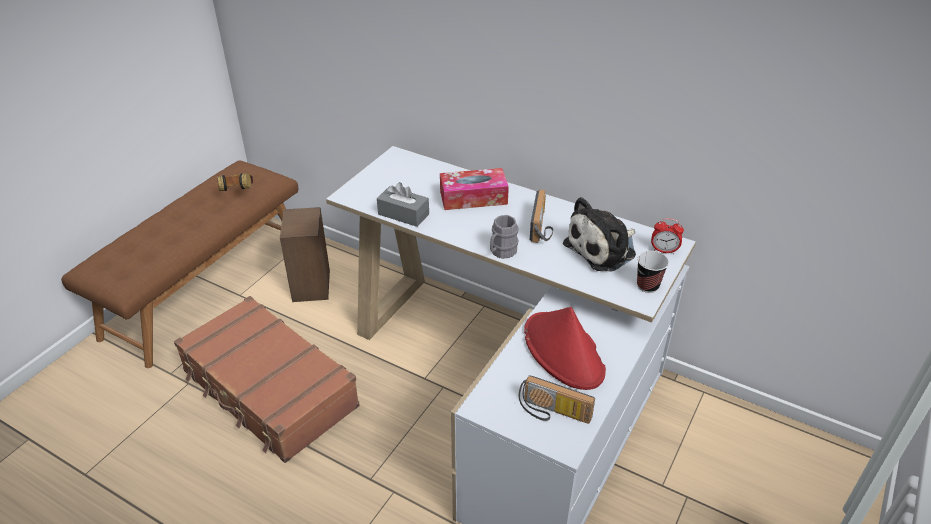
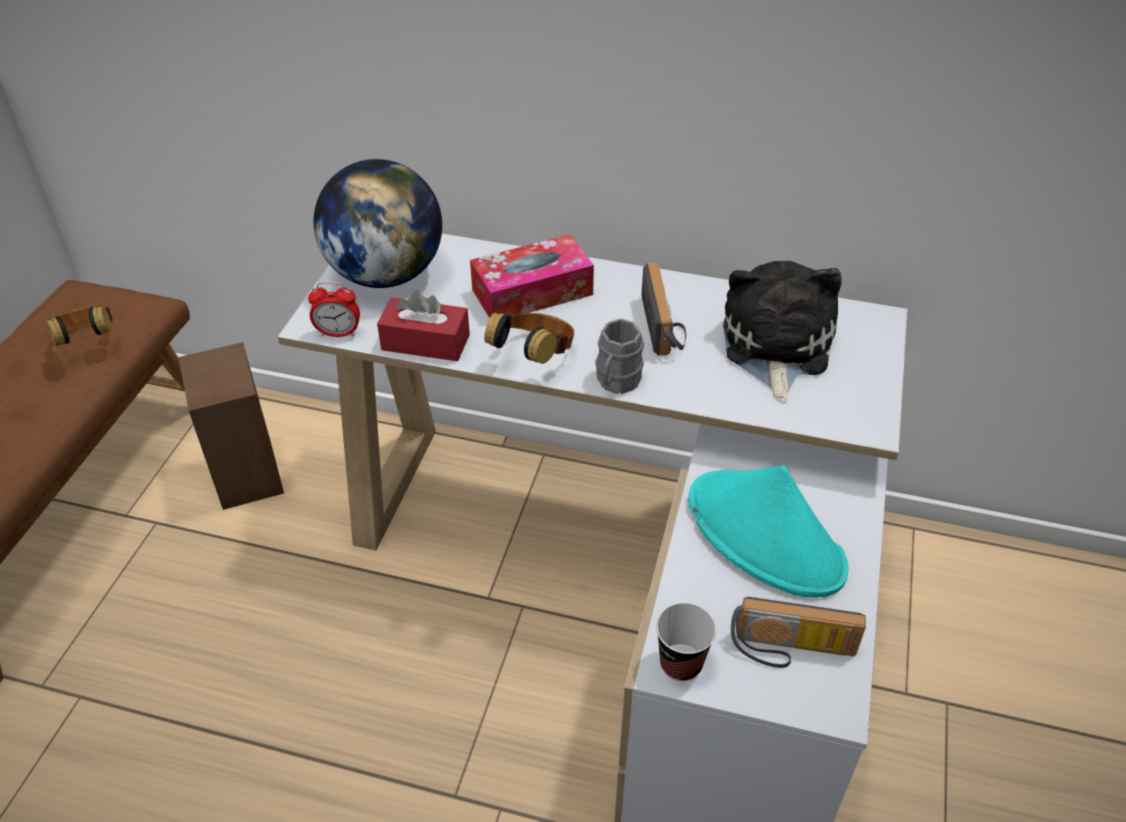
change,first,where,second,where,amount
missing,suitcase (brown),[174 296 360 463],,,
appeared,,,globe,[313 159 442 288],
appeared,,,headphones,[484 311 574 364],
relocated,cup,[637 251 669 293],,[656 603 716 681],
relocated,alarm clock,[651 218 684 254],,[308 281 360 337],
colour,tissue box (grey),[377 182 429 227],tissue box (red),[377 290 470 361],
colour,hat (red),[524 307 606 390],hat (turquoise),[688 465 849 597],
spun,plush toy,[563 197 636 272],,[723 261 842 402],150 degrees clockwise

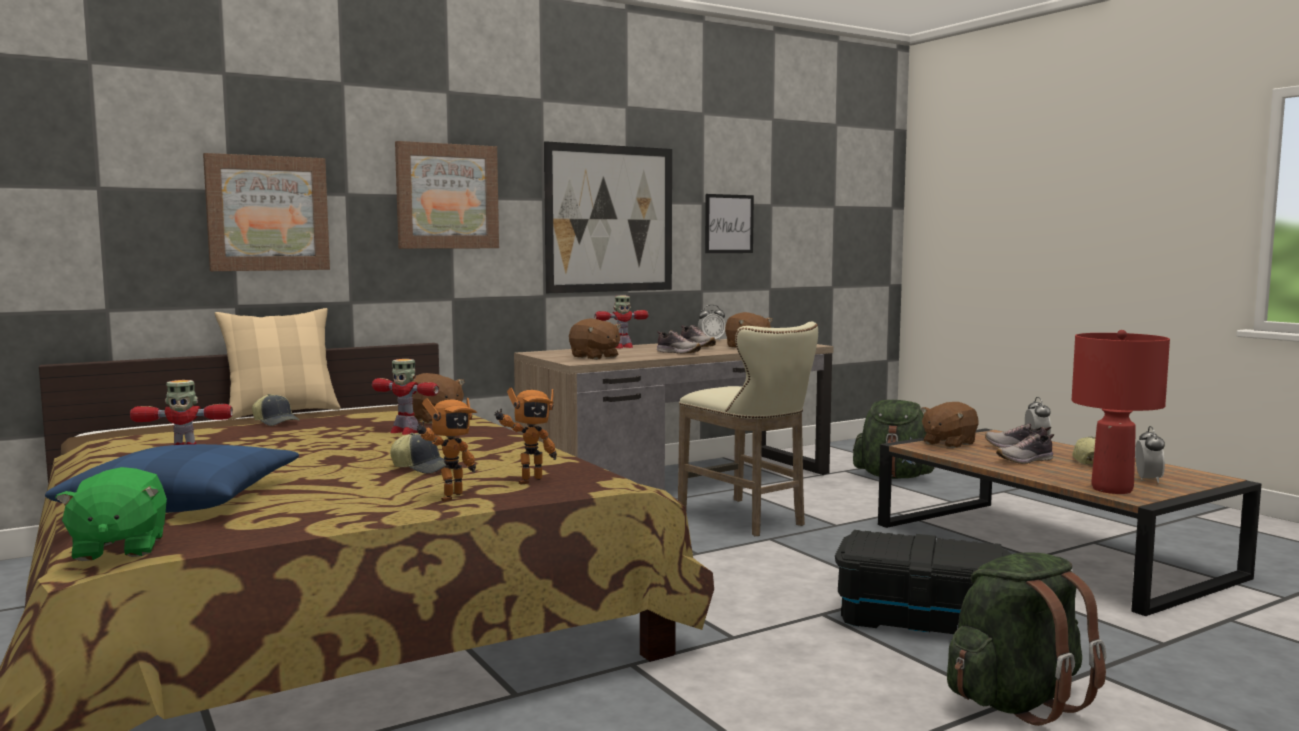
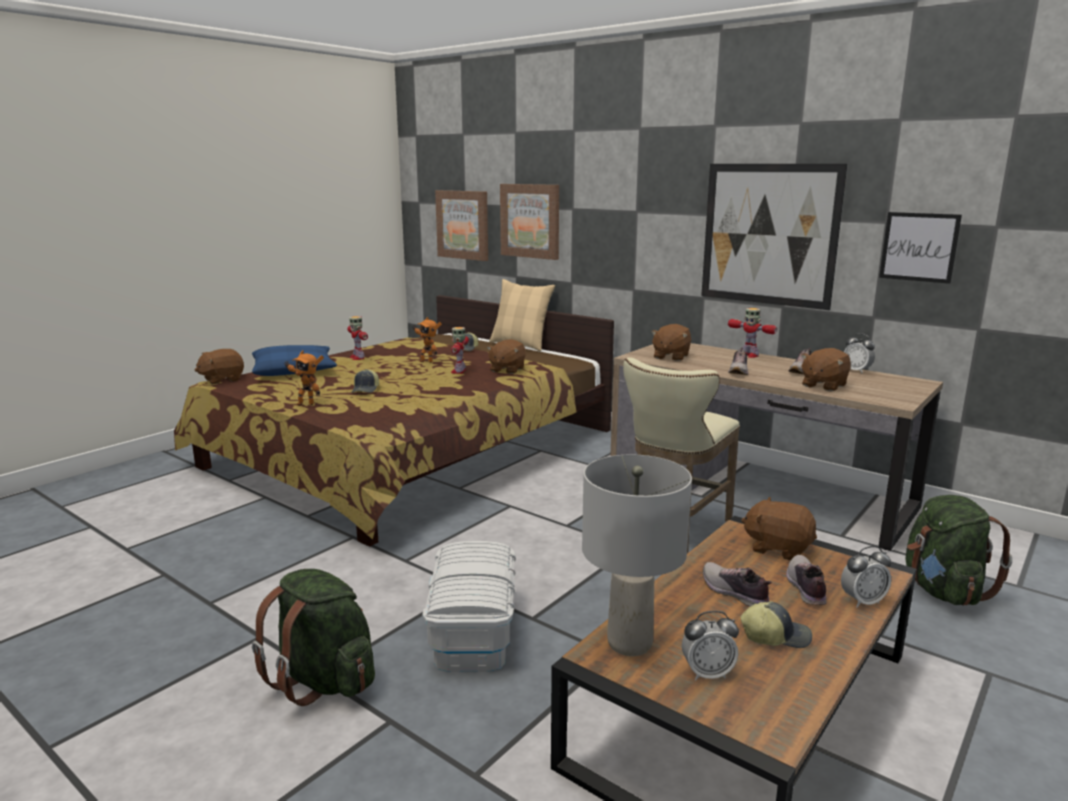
change,first,where,second,where,amount
relocated,picture,[395 141 499 249],,[435 190 488 261],
relocated,toy robot,[494 388 557 485],,[412 317 442 363],
colour,plush toy (green),[55 467 167 561],plush toy (brown),[194 349 244 385],
colour,storage box (black),[835 530 1011 634],storage box (white),[422 541 516 672],
colour,table lamp (red),[1072 330 1170 494],table lamp (grey),[582 455 692 656],

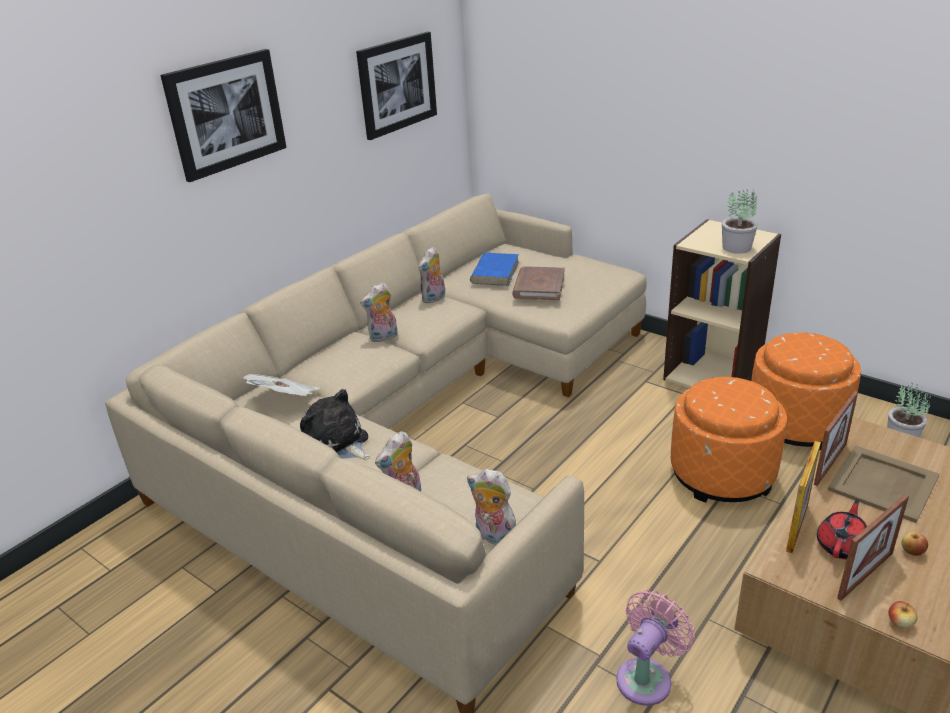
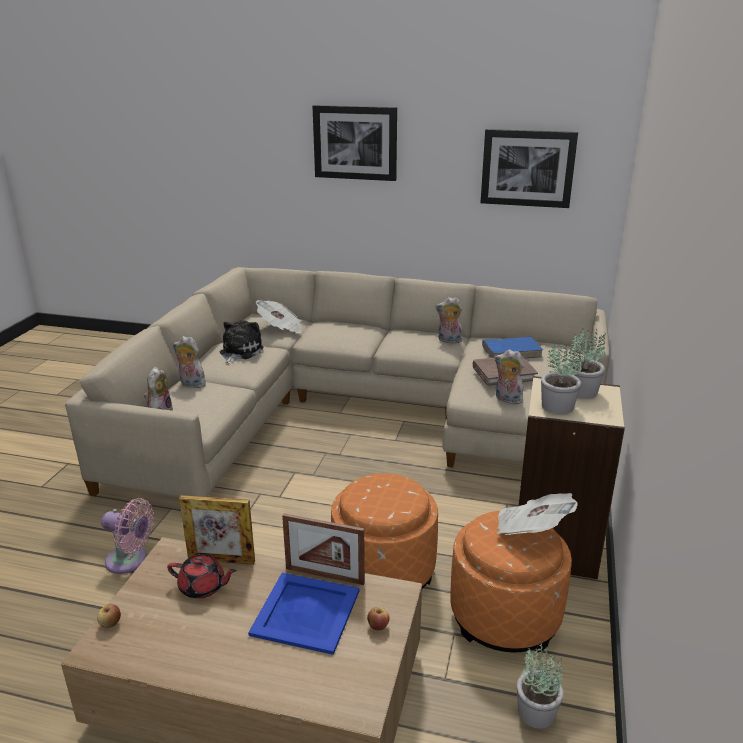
change,first,where,second,where,amount
missing,picture frame,[837 494 909 601],,,
appeared,,,newspaper,[496 493 578 535],
appeared,,,potted plant,[566 328 606 399],
relocated,plush toy,[360 283 398 343],,[494 349 524 404],
relocated,apple,[902 532 928 556],,[367 607 390 630],
colour,tray (beige),[828 445 939 523],tray (blue),[248 573 360 655],

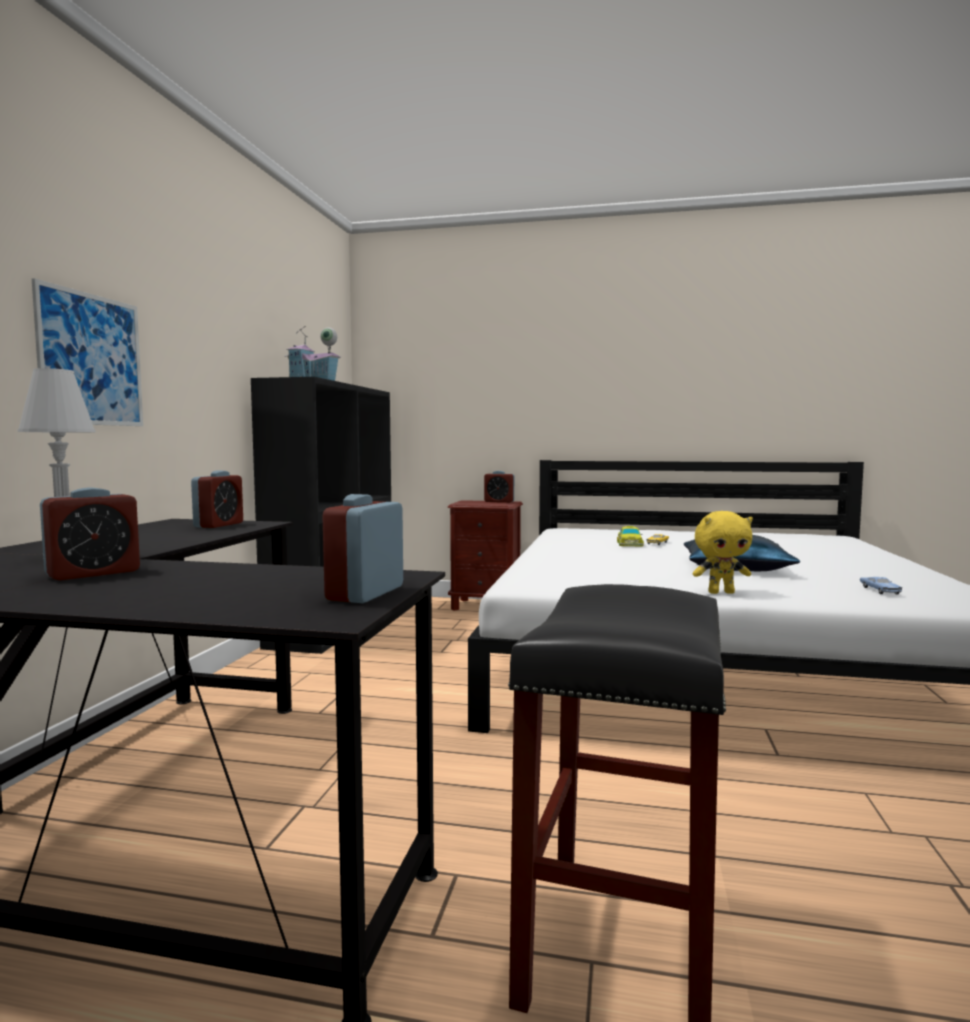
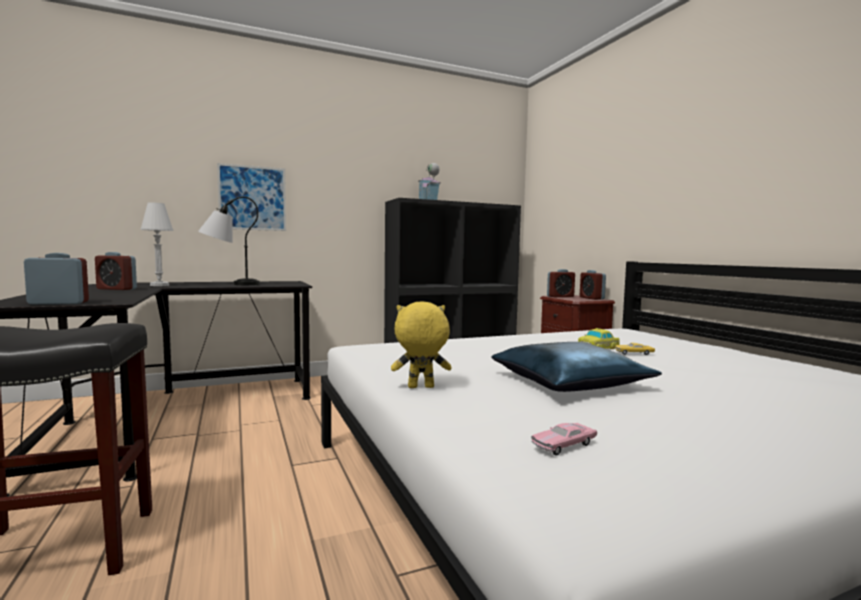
change,first,where,second,where,amount
appeared,,,table lamp,[198 196 260 285],
relocated,alarm clock,[191 471 243 528],,[547 269 575 297],
colour,toy car (blue),[860 577 902 595],toy car (pink),[531 423 597 456],
spun,plush toy (yellow),[692 511 753 594],,[391 301 452 388],120 degrees clockwise

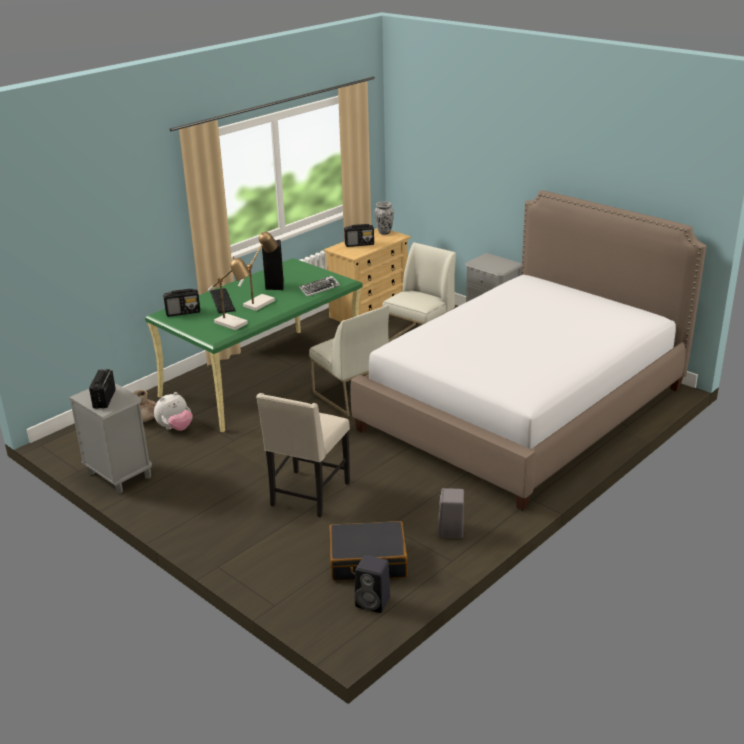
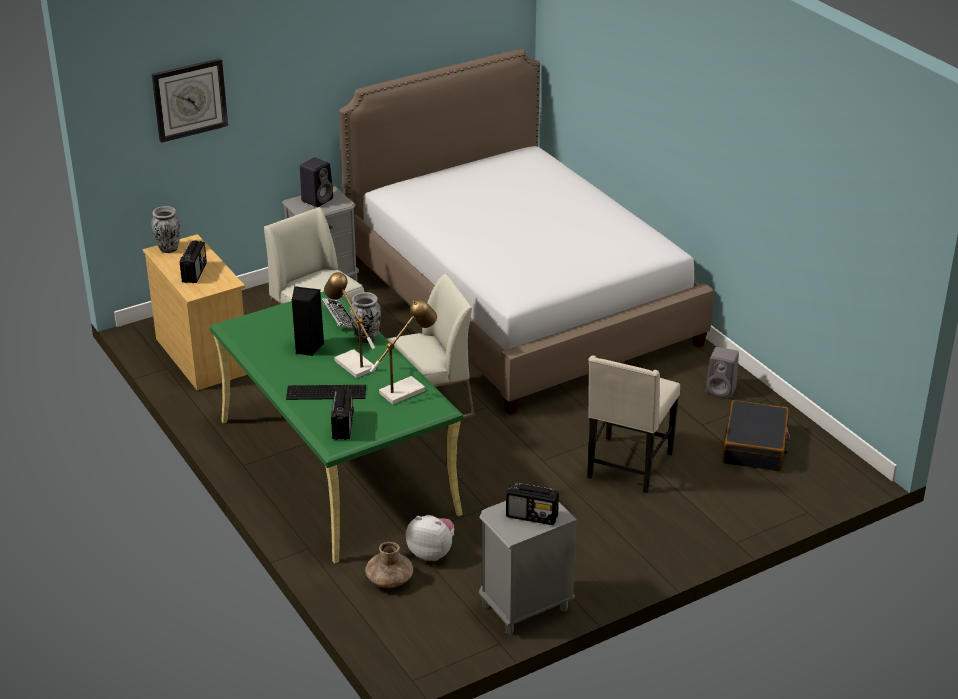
change,first,where,second,where,amount
appeared,,,wall clock,[152 58 228 143],
appeared,,,vase,[350 292 381 343],
relocated,speaker (black),[355 555 390 613],,[300 157 333 207],
spun,plush toy,[154 392 192 431],,[406 515 454 561],45 degrees counterclockwise
spun,chair (beige),[256 393 350 517],,[587 355 680 493],75 degrees clockwise

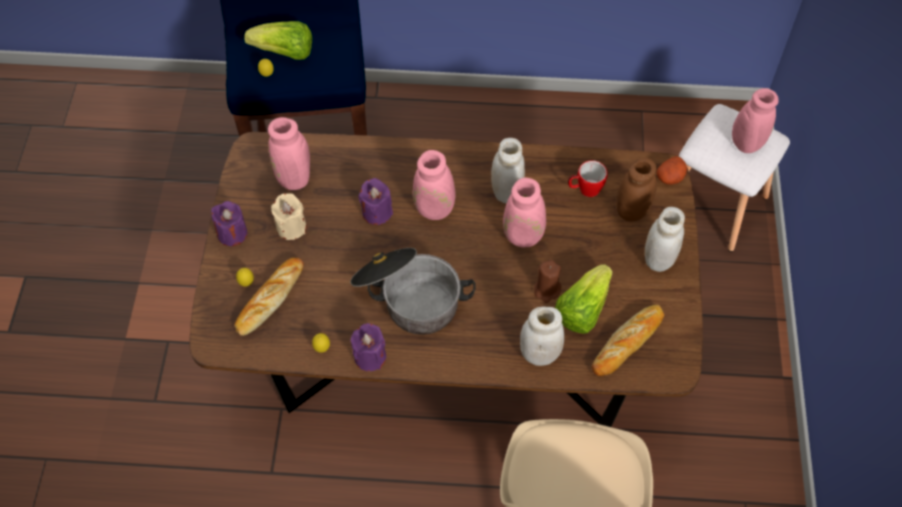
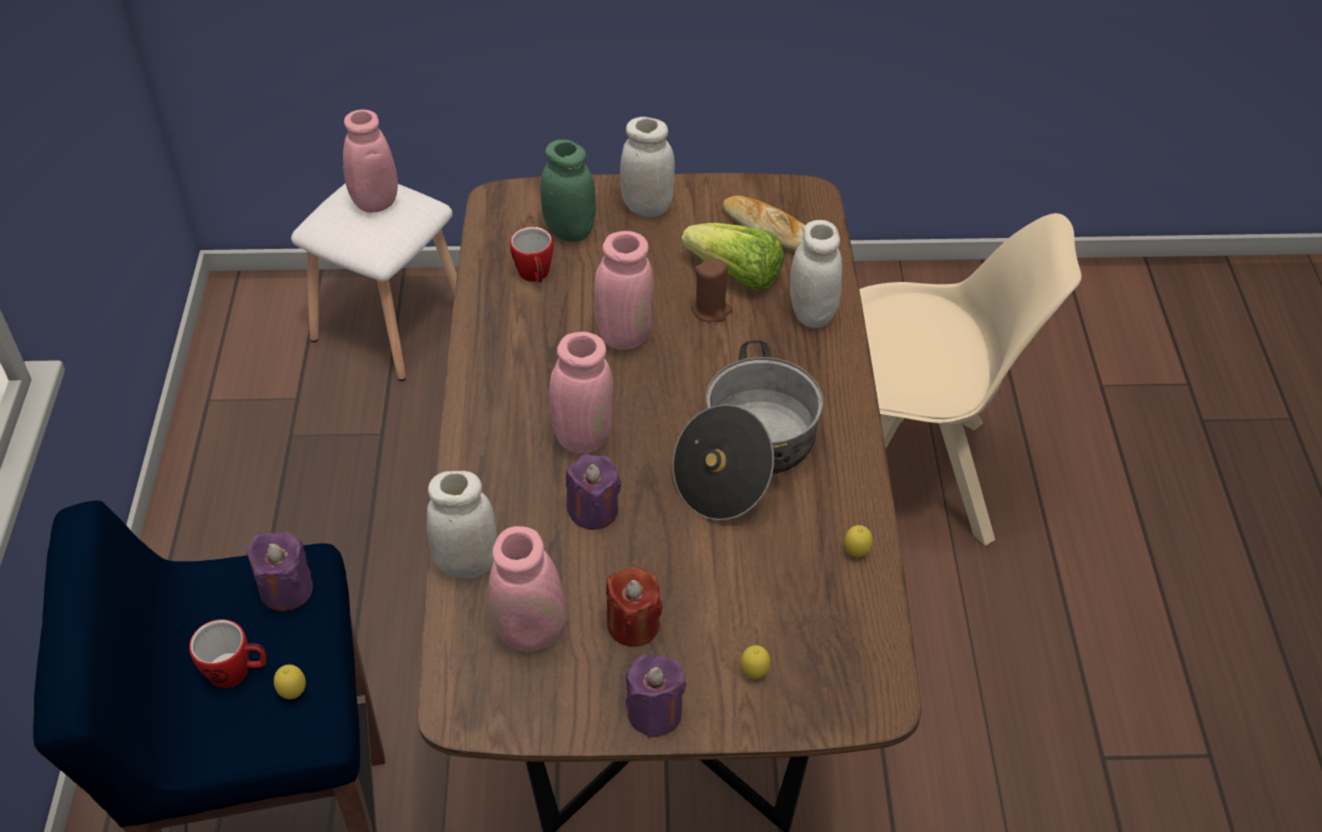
change,first,where,second,where,amount
missing,bread,[234 258 304 336],,,
missing,potato,[657 156 687 185],,,
relocated,candle (purple),[350 323 386 371],,[246 532 313 611],
relocated,jar (white),[491 138 525 203],,[427 471 497 579],
exchanged,lettuce,[244 21 312 60],mug,[189 619 267 688],
colour,candle (beige),[271 193 306 240],candle (red),[606 567 663 647],
colour,jar (brown),[616 158 657 222],jar (green),[540 139 596 242],

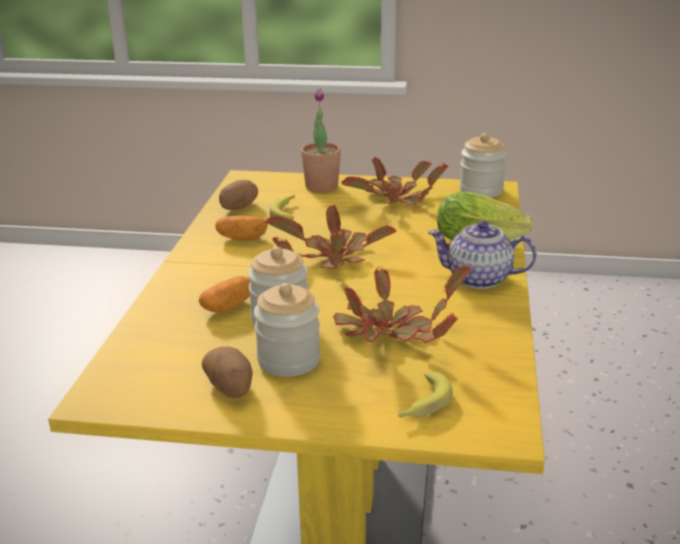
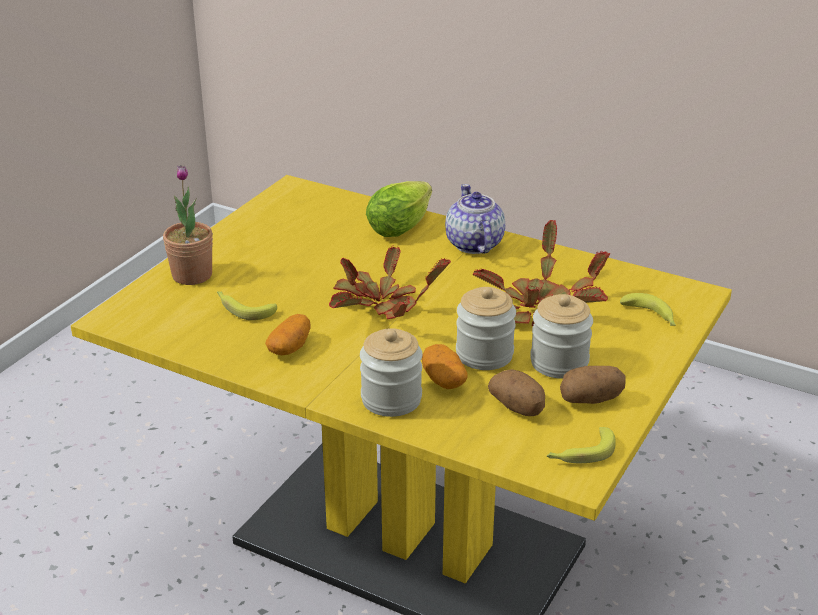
change,first,where,second,where,amount
missing,potted plant,[341 157 448 206],,,
appeared,,,banana,[547 427 616 463],
relocated,potato,[219 180 258 210],,[488 369 545 416],
relocated,jar,[459 133 506 198],,[360 328 422 417],
spun,teapot,[428 221 536 289],,[445 184 505 254],135 degrees clockwise

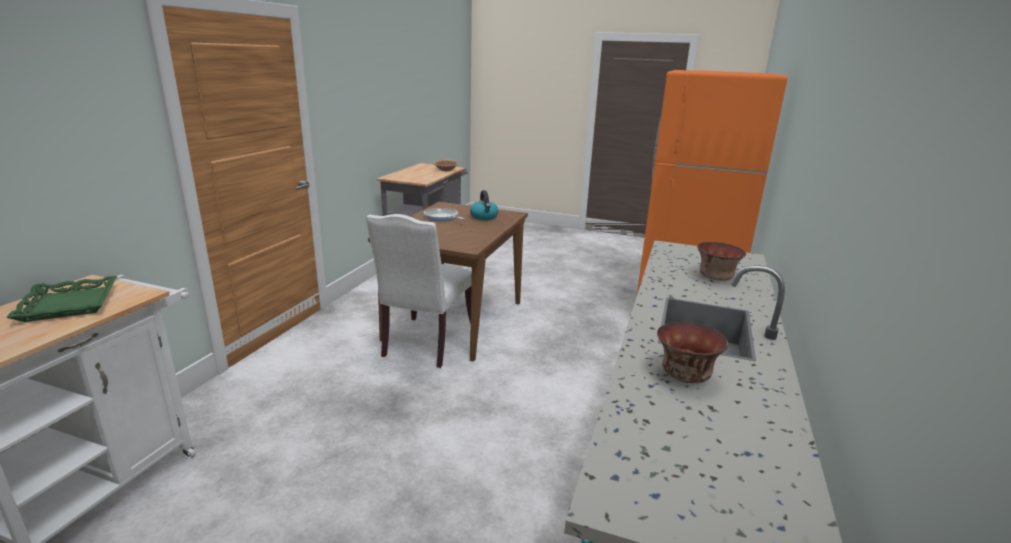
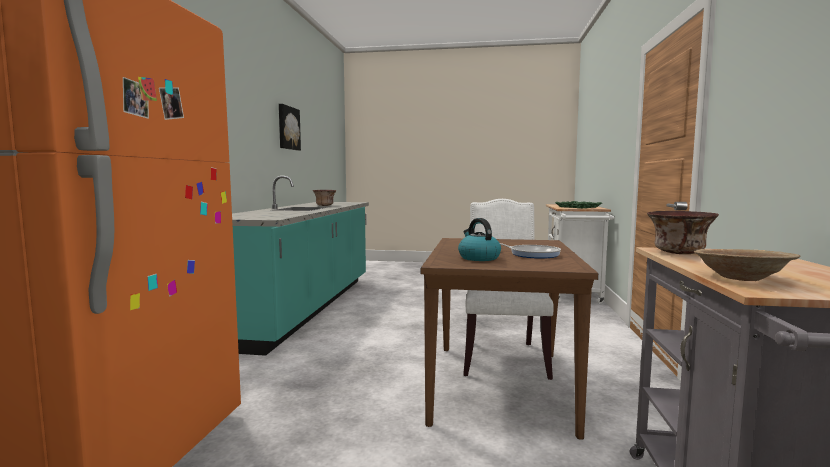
change,first,where,second,where,amount
appeared,,,picture,[279 104 301 151],
relocated,bowl,[697 242 746 281],,[647 211 719 254],

